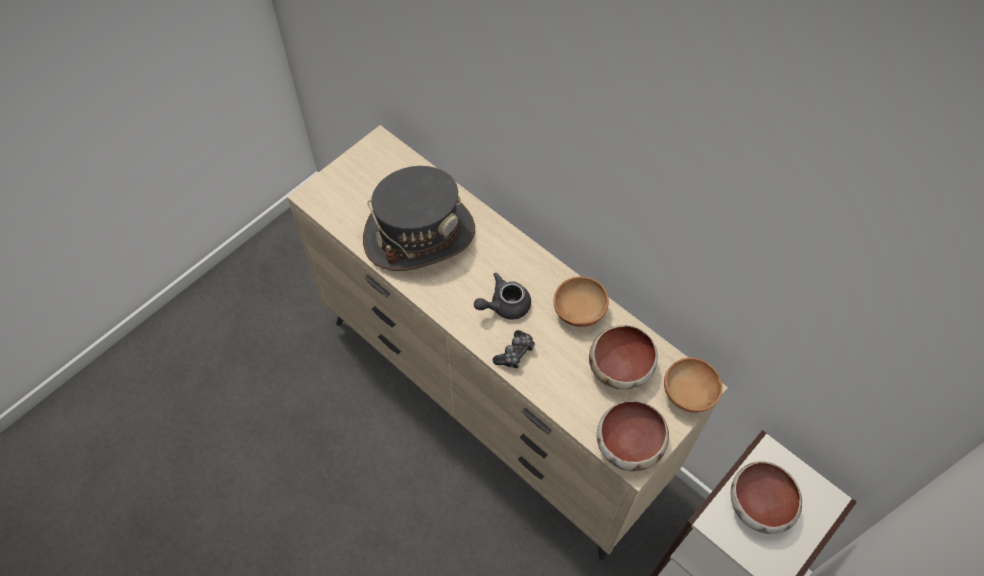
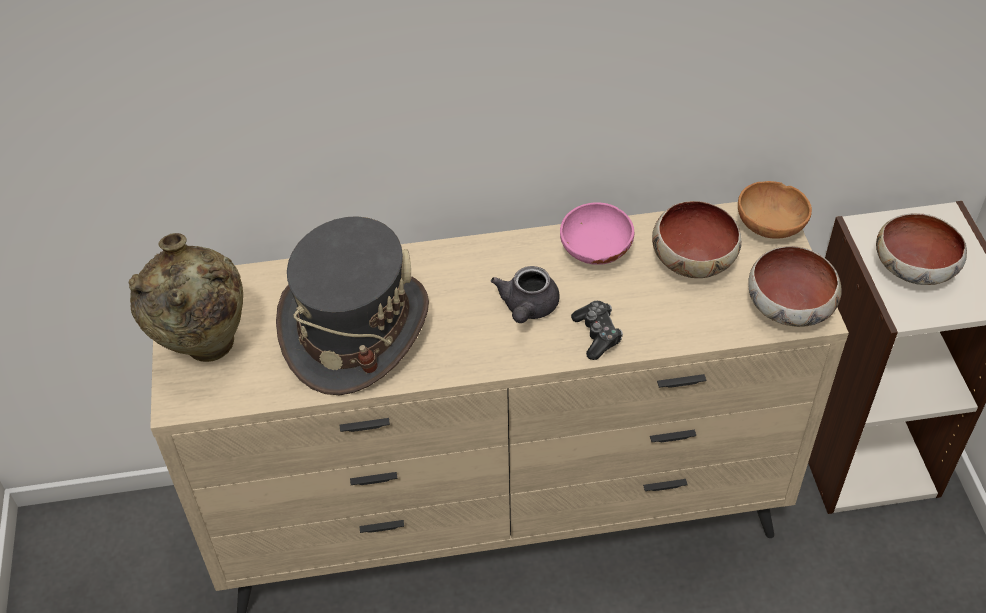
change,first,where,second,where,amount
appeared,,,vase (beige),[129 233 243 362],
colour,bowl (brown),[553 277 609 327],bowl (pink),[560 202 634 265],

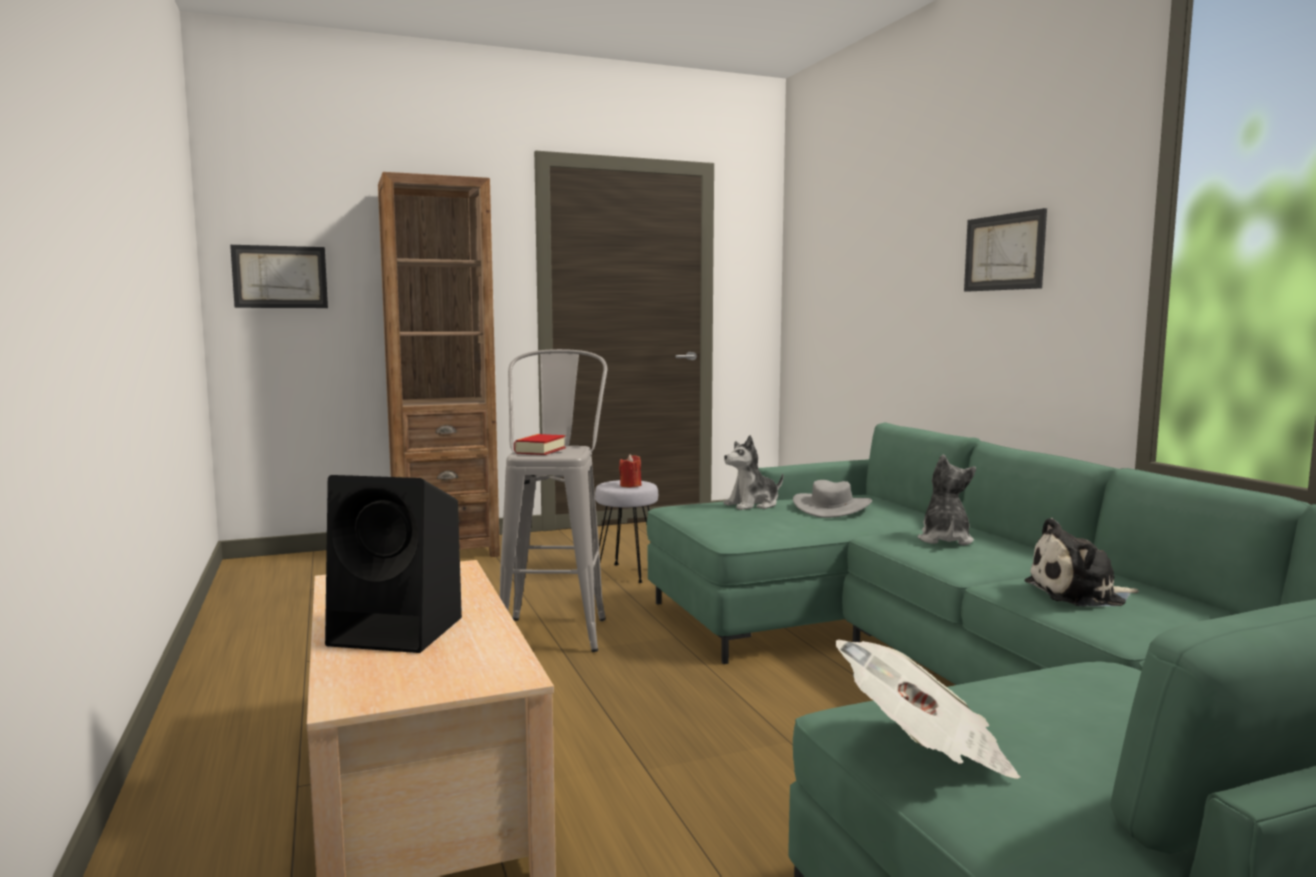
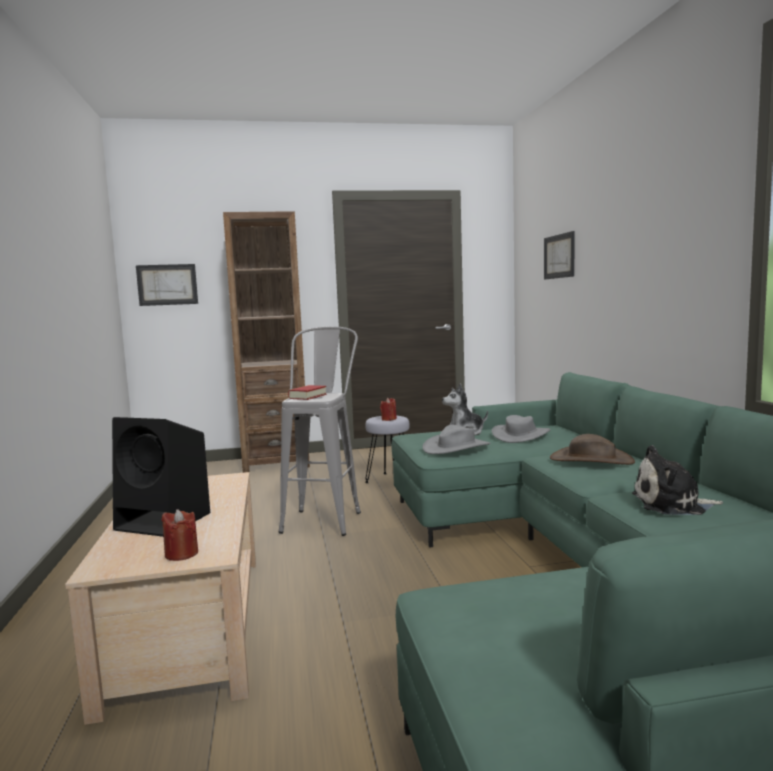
change,first,where,second,where,amount
missing,newspaper,[836 640 1021 779],,,
appeared,,,candle (red),[162 509 198 561],
appeared,,,hat (grey),[422 425 491 454],
relocated,picture,[964 208 1047 292],,[544 231 575 279],
exchanged,plush toy,[918 455 976 545],hat (brown),[550 434 635 465],

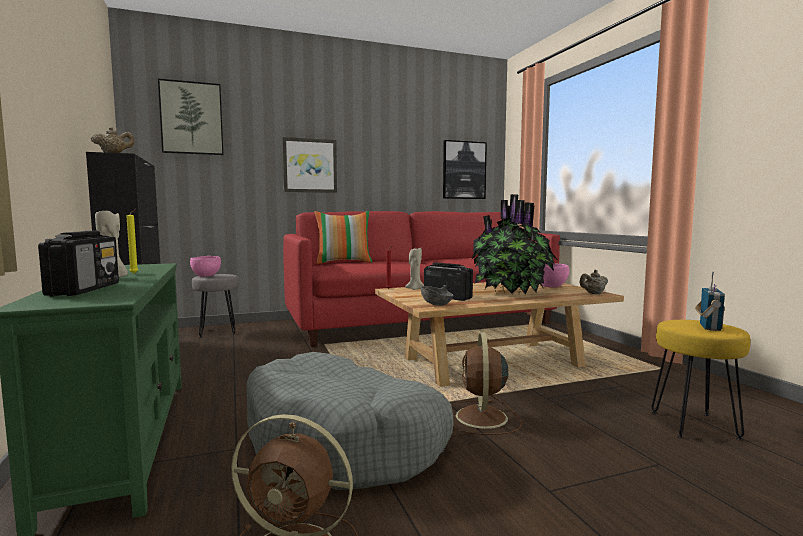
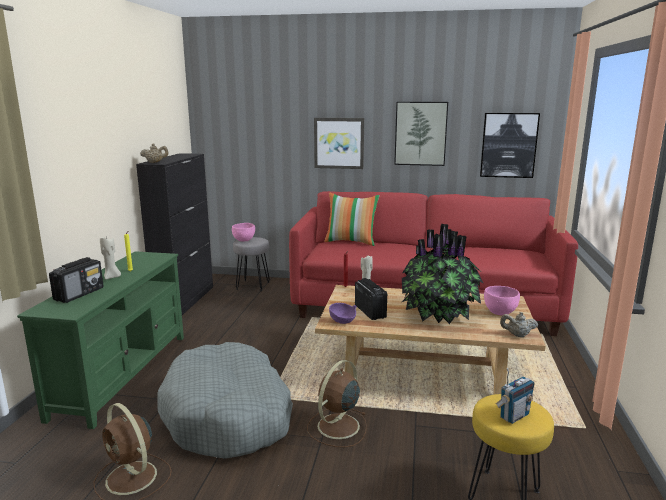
change,first,where,second,where,amount
relocated,picture,[158 79 224 155],,[394 102 448 166],
colour,bowl (grey),[421 285 453 306],bowl (purple),[329 303 357 324],

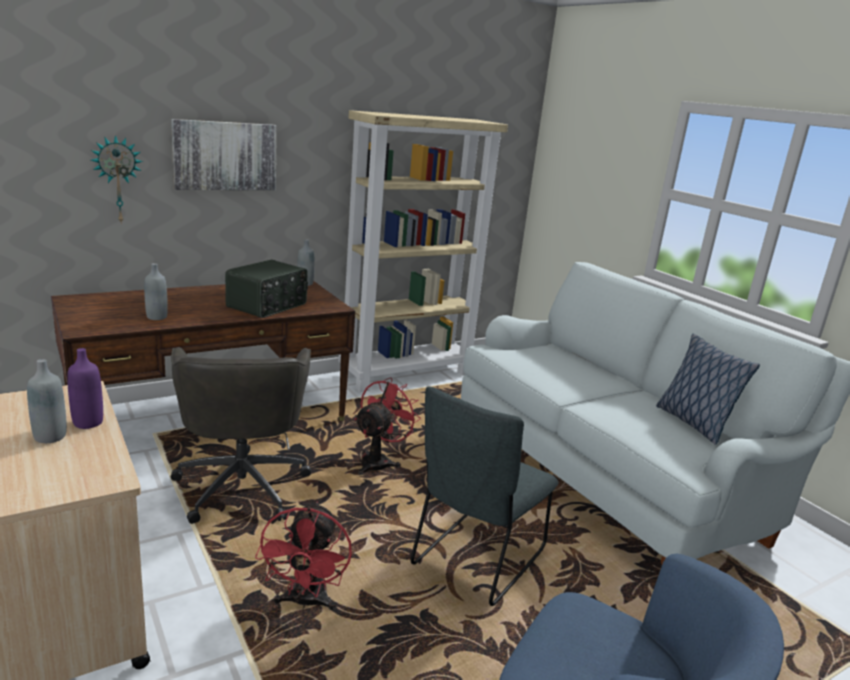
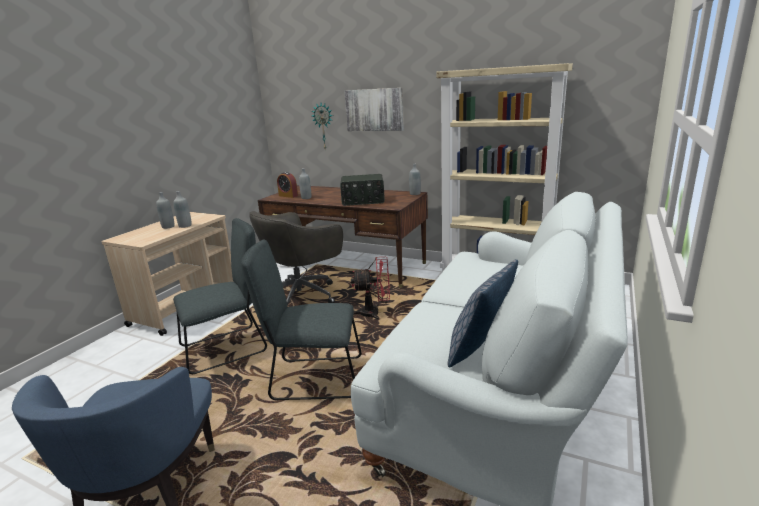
change,first,where,second,where,amount
appeared,,,alarm clock,[277 172 298 198],
exchanged,fan (red),[255 501 352 610],chair (grey),[173 218 267 374],
colour,bottle (purple),[67 348 103 429],bottle (grey),[174 191 192 228],

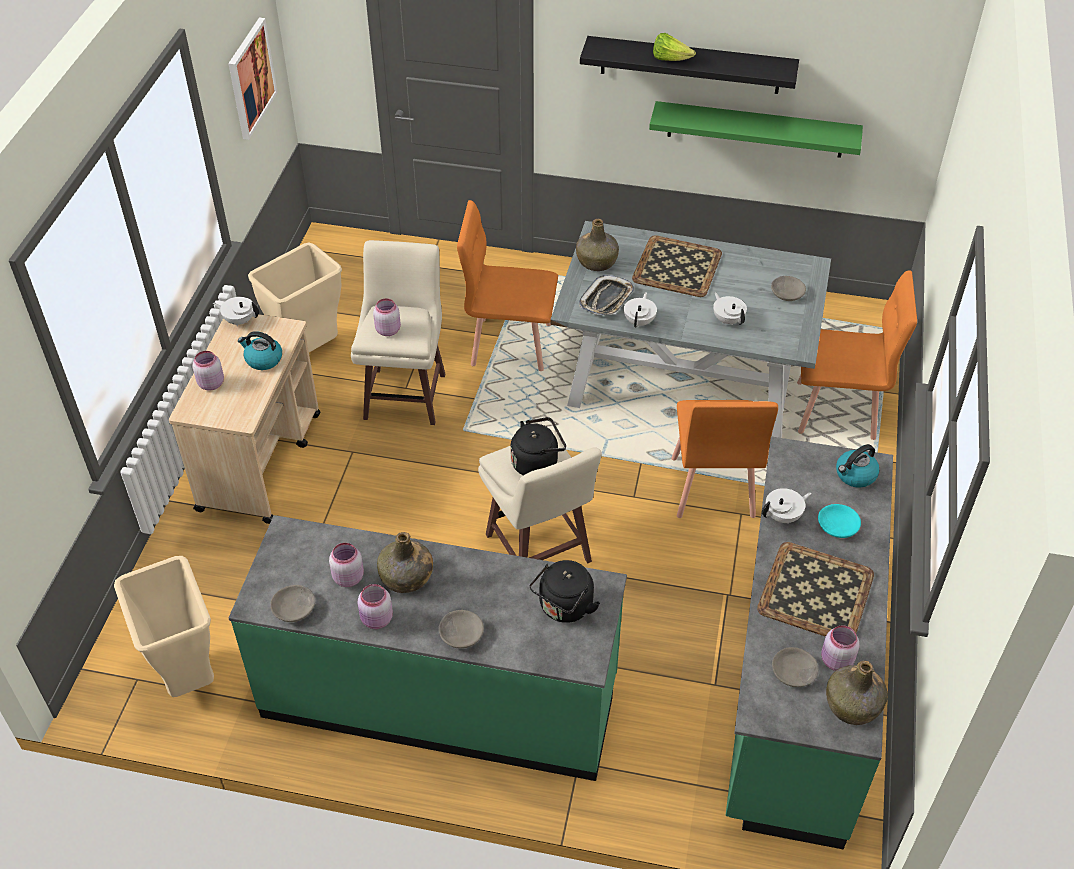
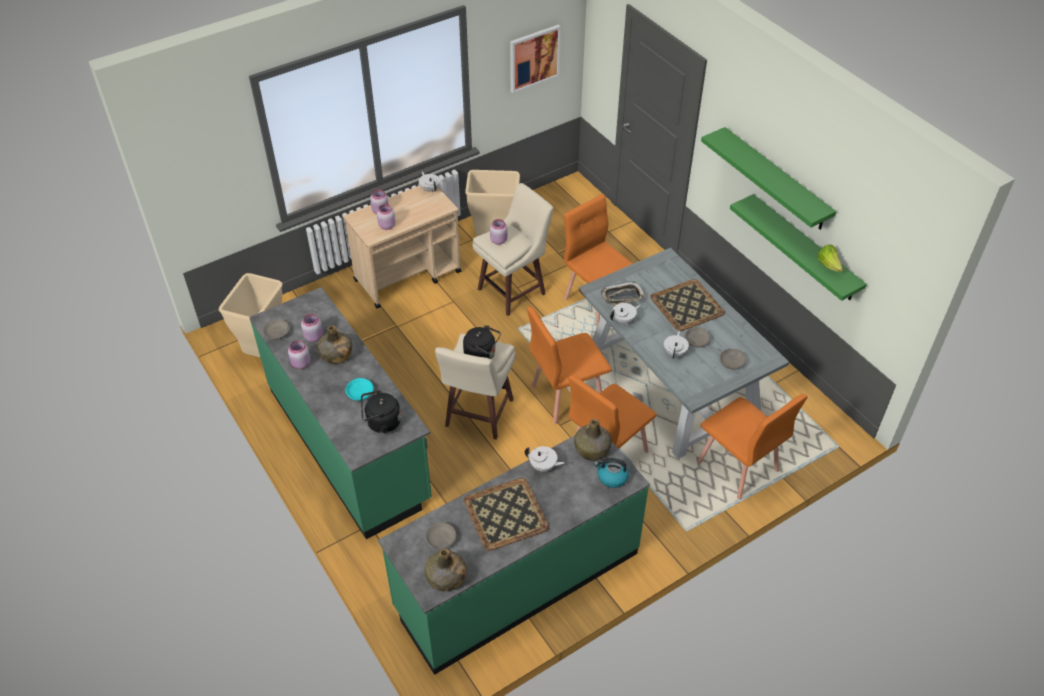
change,first,where,second,where,amount
missing,kettle,[238 331 282 370],,,
appeared,,,chair (orange),[527 307 612 424],
relocated,bowl (grey),[439 610 484 649],,[685 327 711 348],
relocated,bottle (green),[576 219 619 271],,[574 419 612 461],
relocated,lettuce,[653 33 696 61],,[817 244 843 272],
relocated,bowl (turquoise),[818 504 861 538],,[345 378 374 401],
relocated,jar (pink),[821 625 860 671],,[377 204 395 230],
colour,shelf (black),[580 36 799 94],shelf (green),[701 127 836 230],

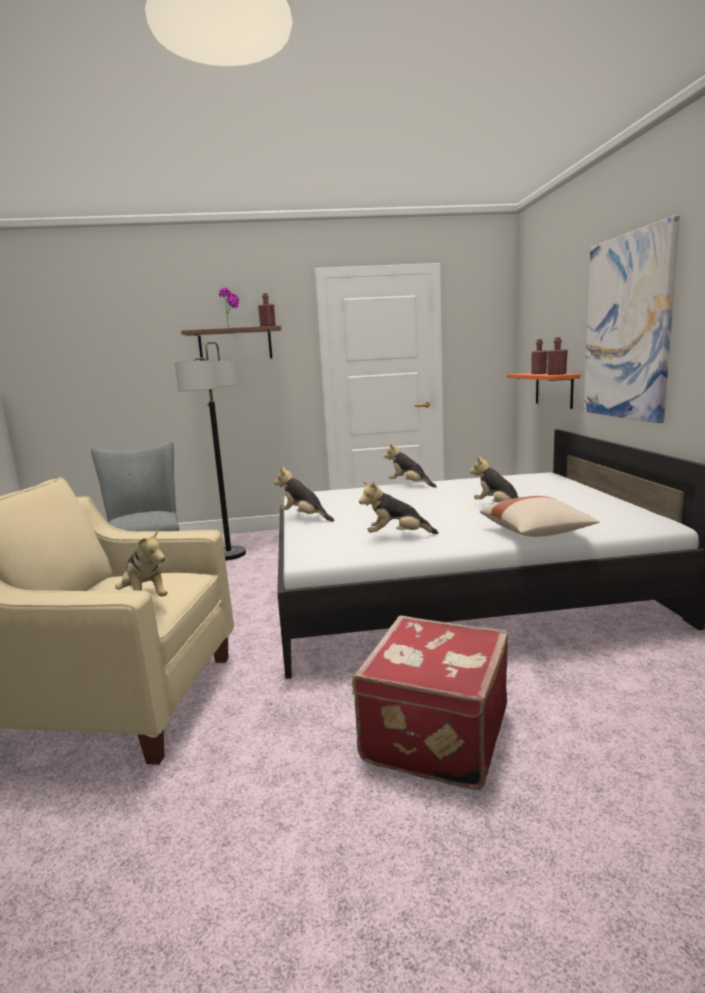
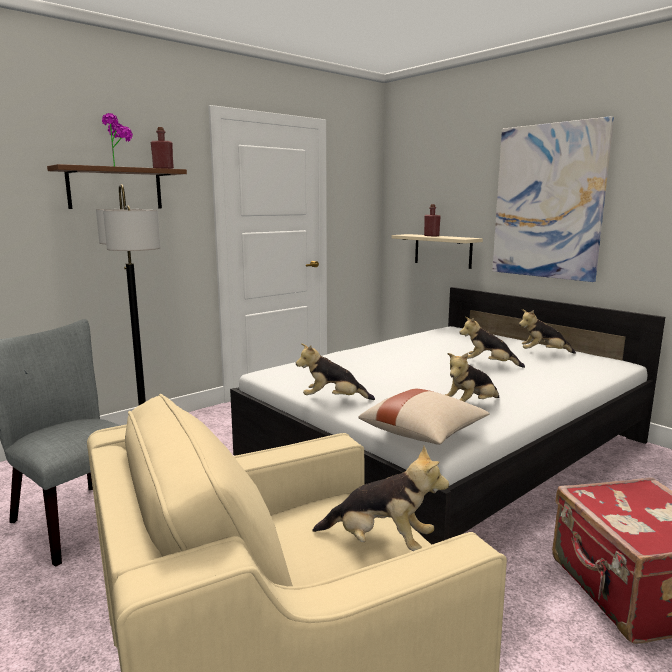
change,first,where,second,where,amount
missing,bottle (red),[547 337 568 375],,,
relocated,plush toy,[384 443 437 488],,[519 309 576 354],
relocated,pillow (beige),[480 496 599 537],,[358 389 490 445],
colour,shelf (orange),[507 373 580 409],shelf (beige),[392 234 483 269],

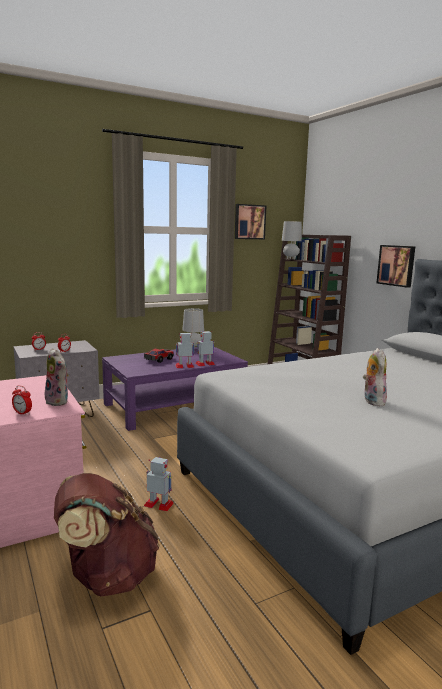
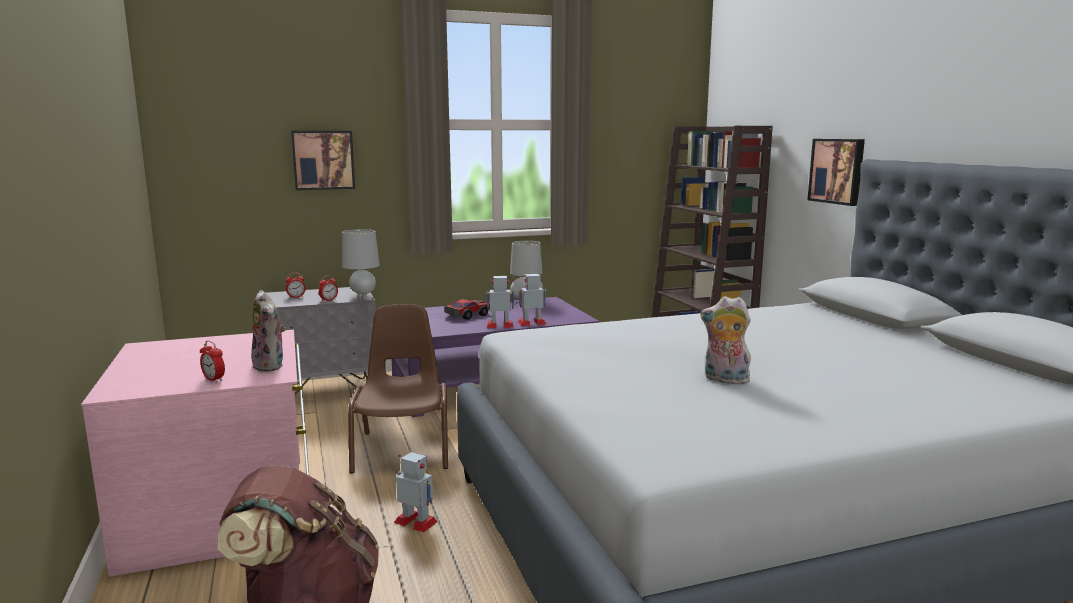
change,first,where,second,where,amount
appeared,,,chair (brown),[348 304 448 473],
relocated,picture,[235 204 267 239],,[291 131 355 190],
relocated,table lamp (grey),[282 221 302 259],,[342 229 380 300],
spun,plush toy,[363 348 387 406],,[700 296 754 384],75 degrees counterclockwise

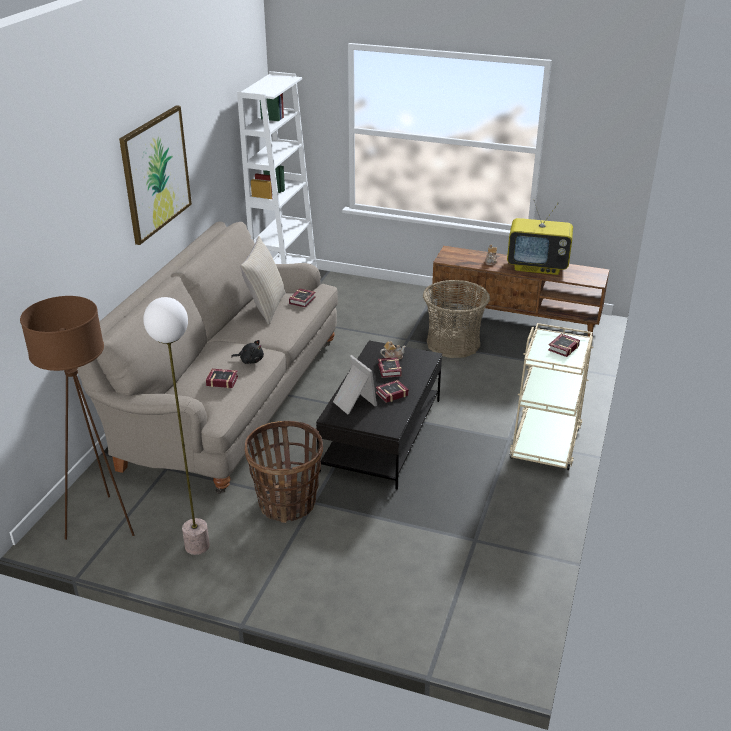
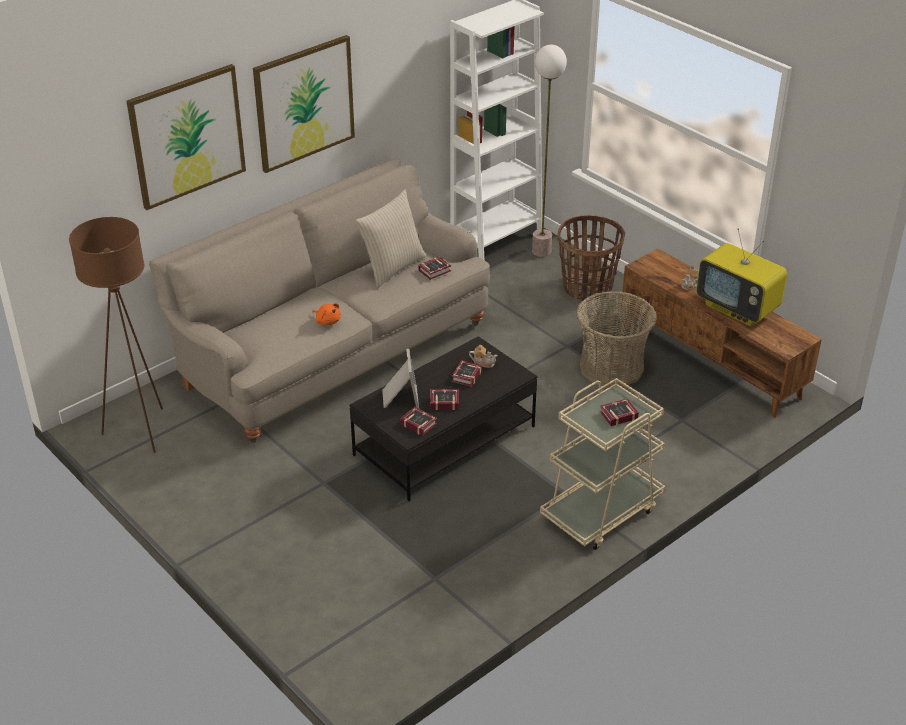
change,first,where,second,where,amount
appeared,,,picture,[126 64 246 210],
relocated,floor lamp,[143 297 210 555],,[532 45 567 257],
relocated,book,[206 369 238 388],,[400 407 437 435],
relocated,basket,[245 421 323 523],,[557 215 625 300],
colour,plush toy (black),[231 340 264 364],plush toy (orange),[312 303 341 326],

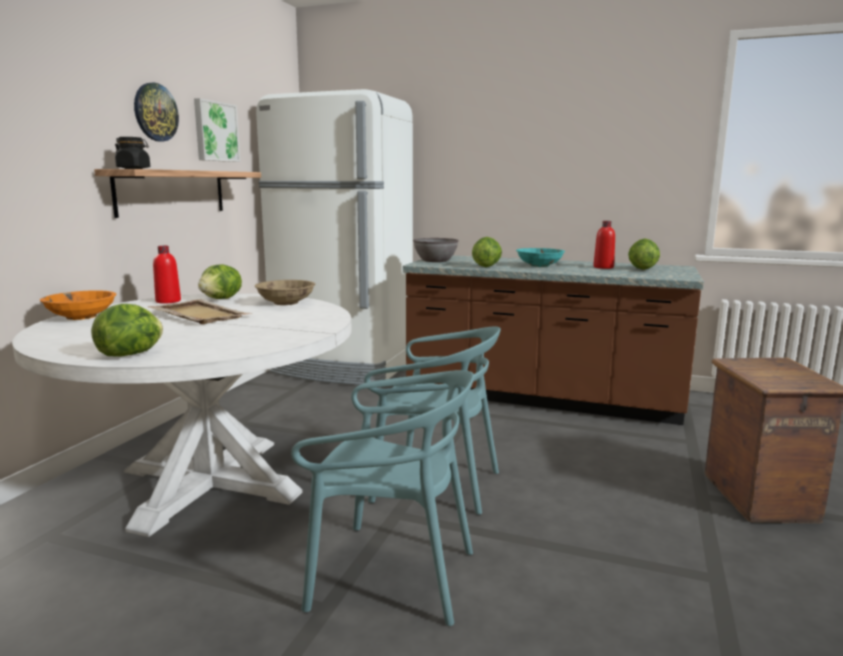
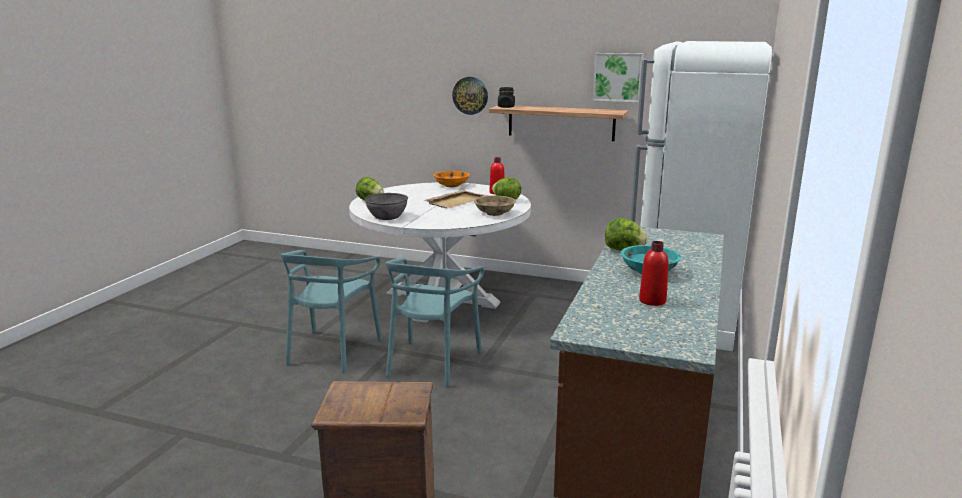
change,first,where,second,where,amount
missing,lettuce,[628 238 660 270],,,
relocated,wall clock,[134 83 179 142],,[452 77 488 115],
relocated,bowl (grey),[413 238 459 262],,[365 193 408 220],

